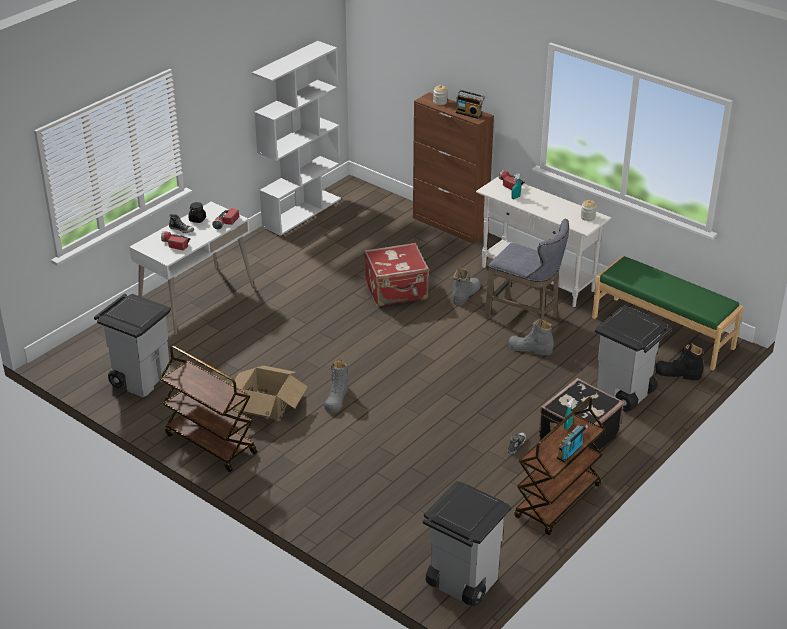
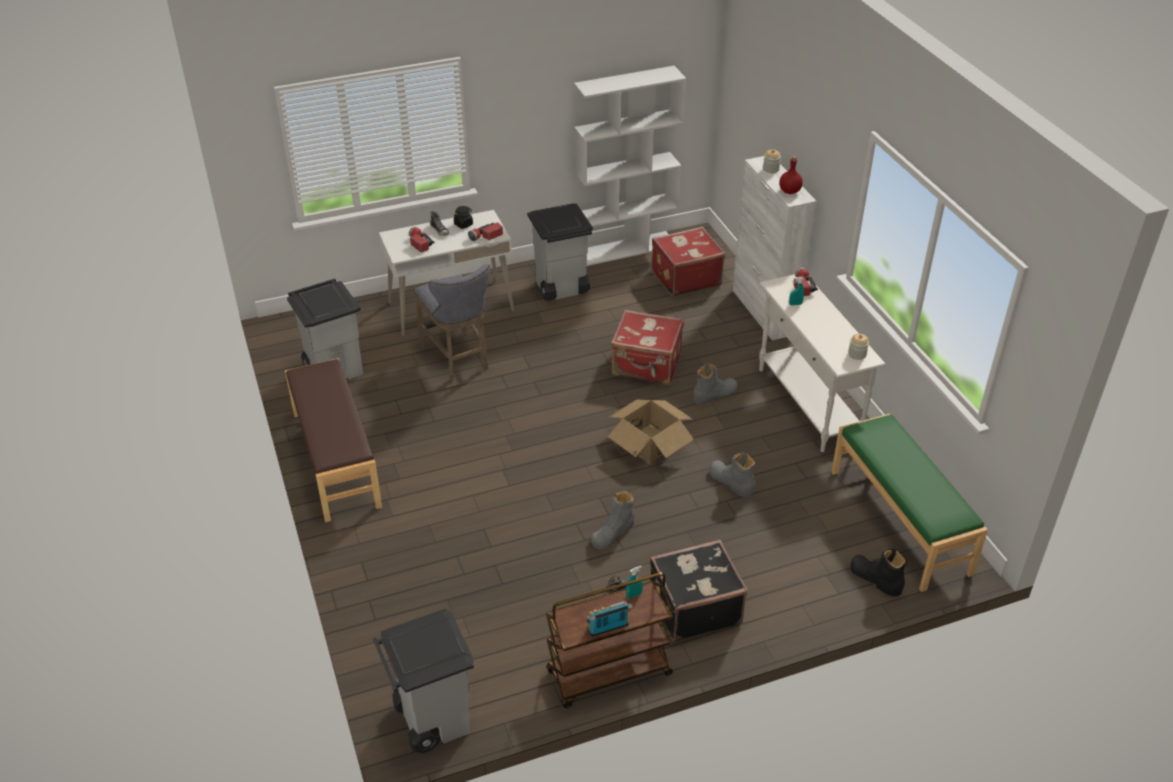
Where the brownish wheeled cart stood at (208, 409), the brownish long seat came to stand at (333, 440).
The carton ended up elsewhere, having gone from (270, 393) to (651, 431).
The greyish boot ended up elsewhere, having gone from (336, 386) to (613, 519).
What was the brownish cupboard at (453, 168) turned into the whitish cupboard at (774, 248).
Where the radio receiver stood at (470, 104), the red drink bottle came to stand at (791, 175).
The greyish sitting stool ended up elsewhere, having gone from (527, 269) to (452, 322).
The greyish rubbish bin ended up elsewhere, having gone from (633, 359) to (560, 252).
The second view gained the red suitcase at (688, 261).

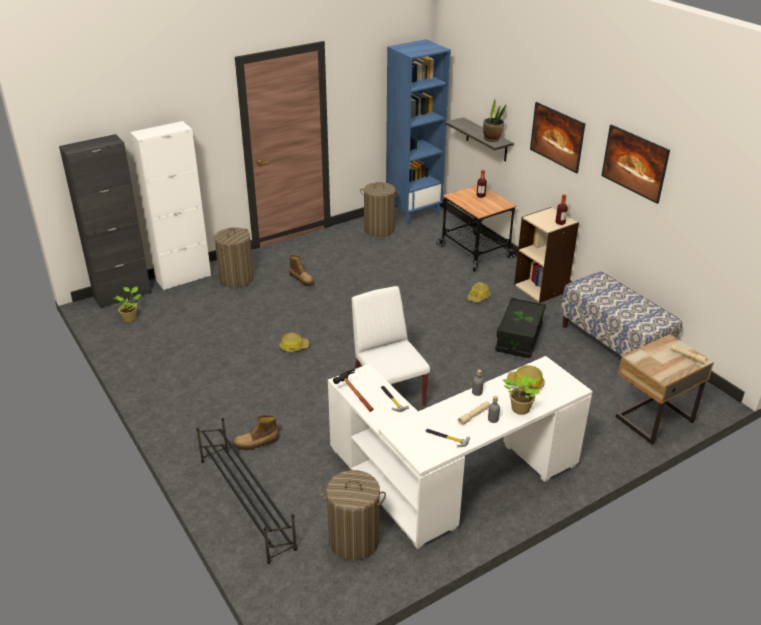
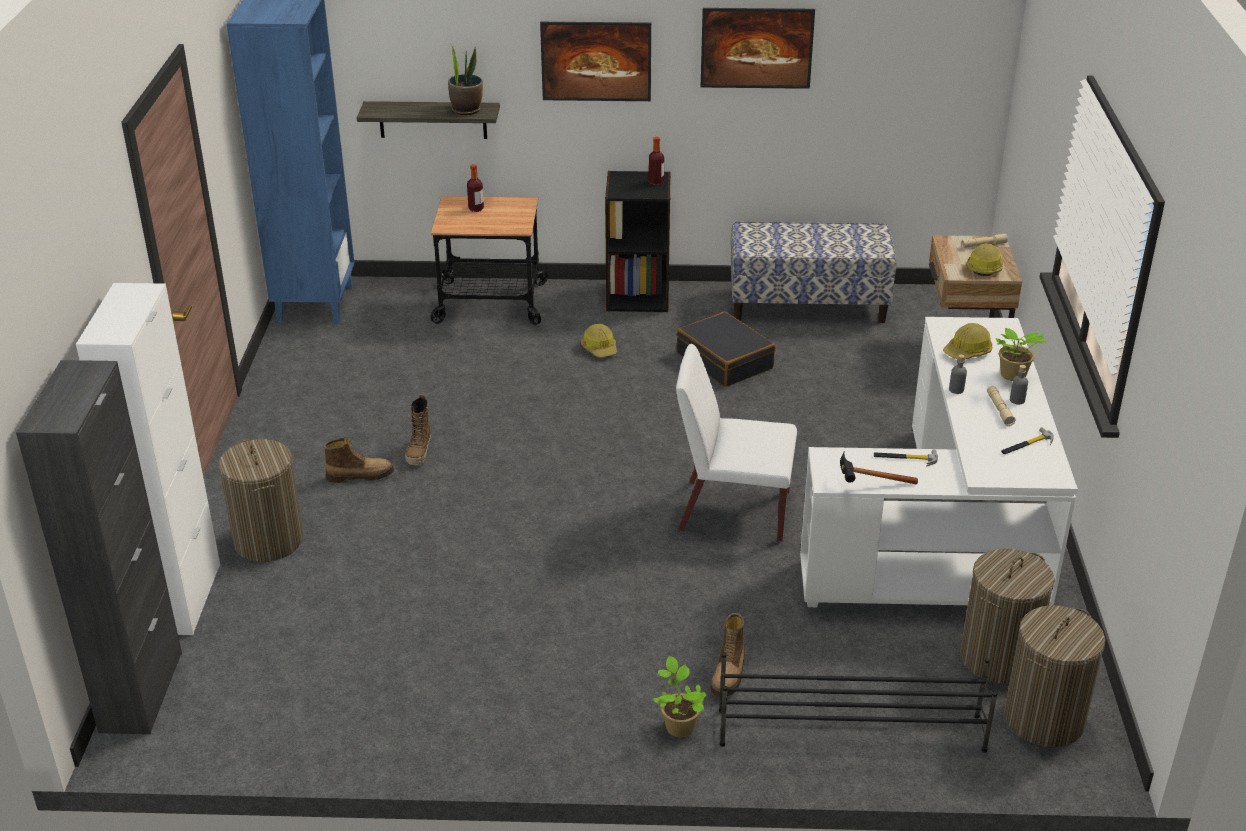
The plant in a pot ended up elsewhere, having gone from (127, 304) to (679, 696).
The safety helmet ended up elsewhere, having gone from (294, 342) to (984, 259).
The laundry basket ended up elsewhere, having gone from (379, 209) to (1054, 676).
Where the black-coloured storage box stood at (520, 327), the black-coloured suitcase came to stand at (726, 349).
What was the beige bookcase at (546, 255) turned into the black-coloured bookcase at (638, 241).
The second view gained the boot at (418, 429).

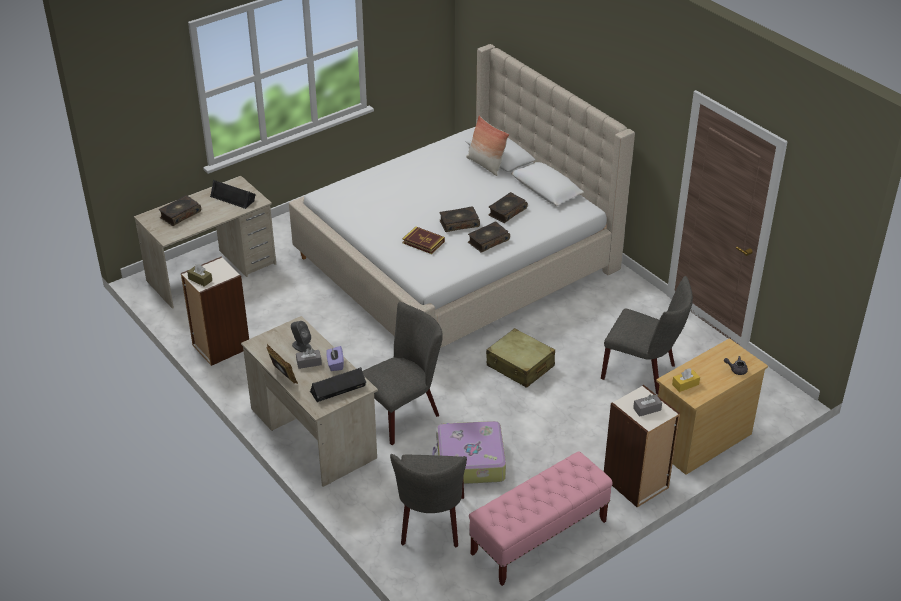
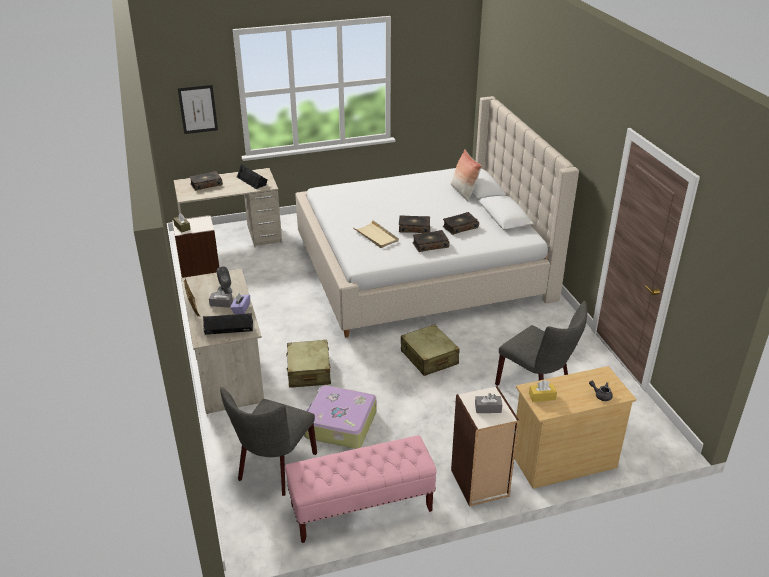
Where the greyish upright chair stood at (402, 373), the beige suitcase came to stand at (308, 364).
Where the bound book stood at (423, 240), the beige serving tray came to stand at (376, 234).
The second view gained the wall picture at (198, 109).

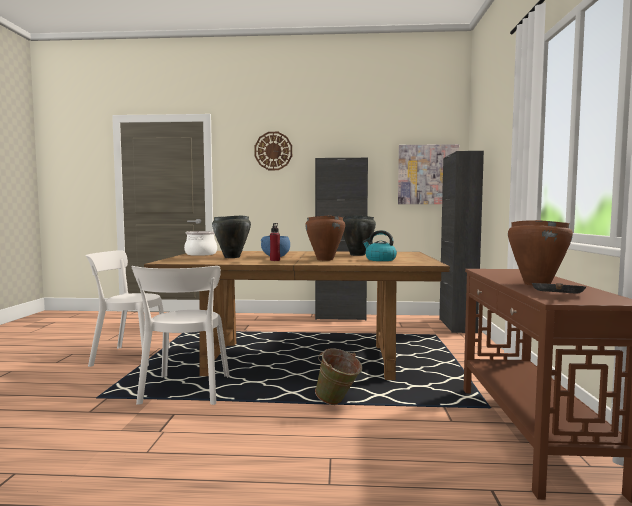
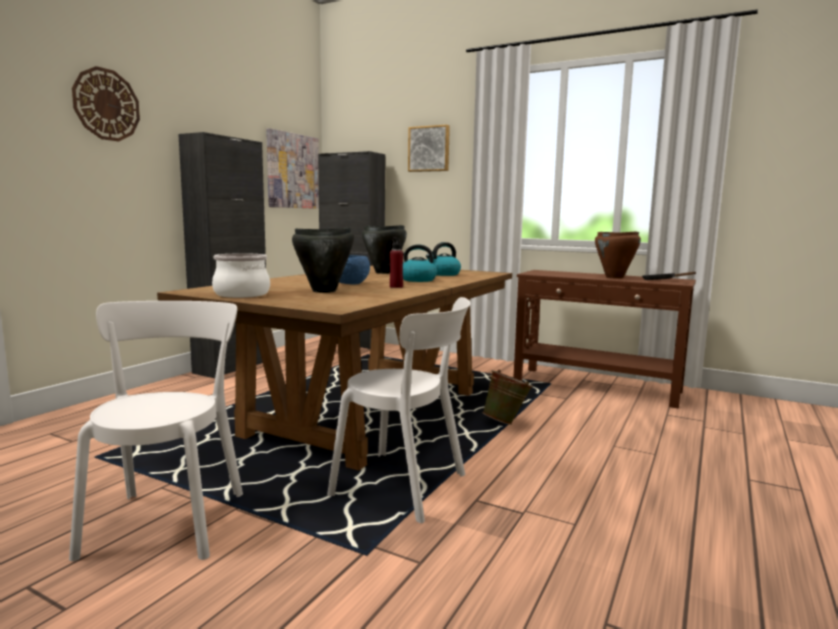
The whitish upright chair at (127, 308) ended up facing another way, 150 degrees clockwise from before.
Where the brownish saucepot stood at (325, 238), the water kettle came to stand at (420, 263).
The second view gained the wall picture at (429, 148).

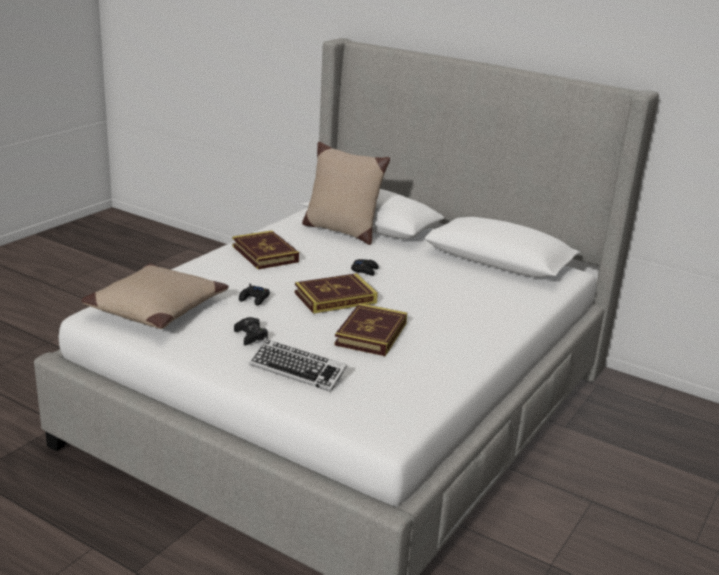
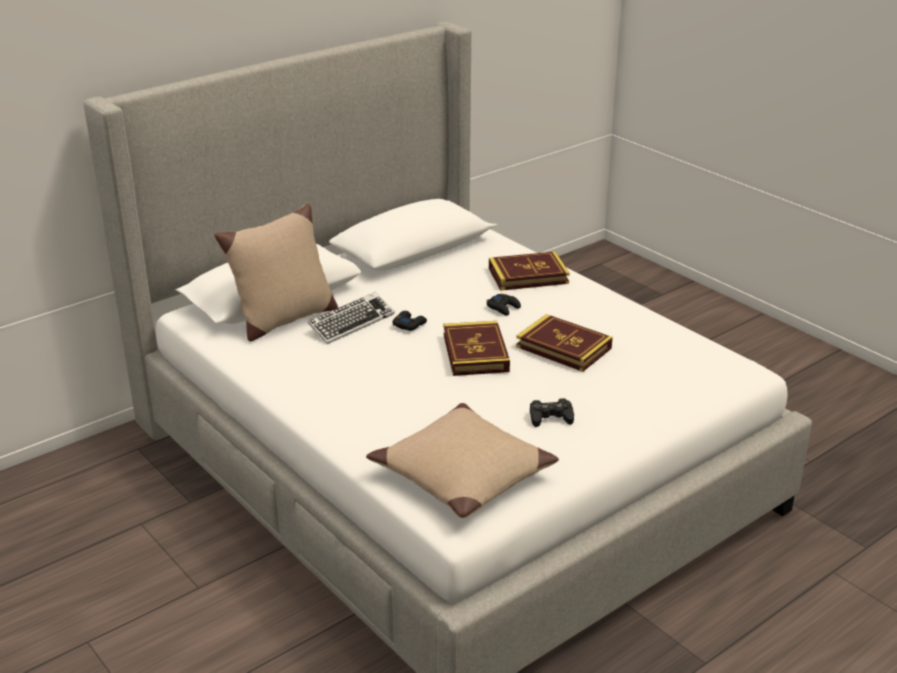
The bound book ended up elsewhere, having gone from (265, 249) to (529, 271).
The black-coloured gamepad ended up elsewhere, having gone from (254, 295) to (503, 305).
The keyboard ended up elsewhere, having gone from (298, 365) to (351, 318).

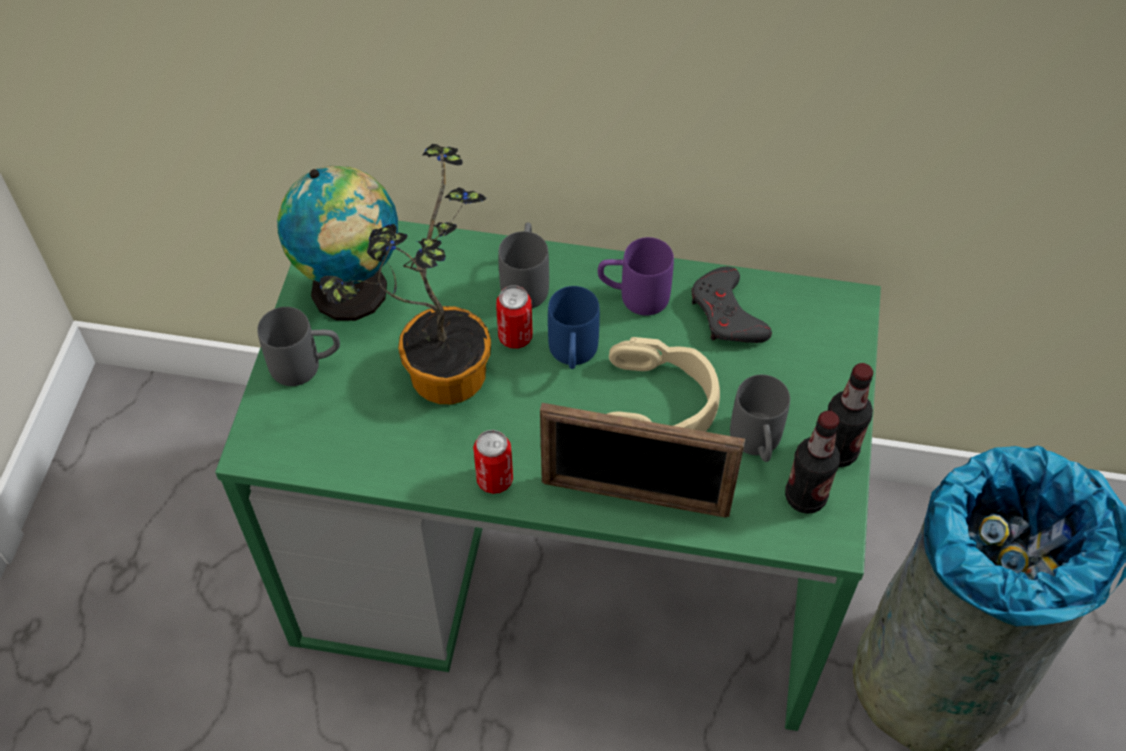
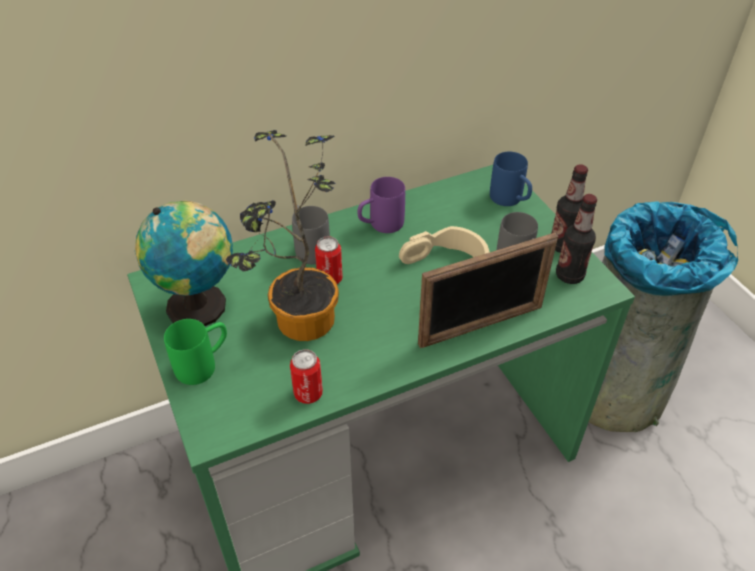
What was the greyish coffee mug at (298, 346) turned into the green-coloured coffee mug at (195, 352).
The can ended up elsewhere, having gone from (493, 462) to (306, 376).
The blue coffee mug ended up elsewhere, having gone from (574, 327) to (511, 179).
The second view lost the greyish gamepad at (732, 305).

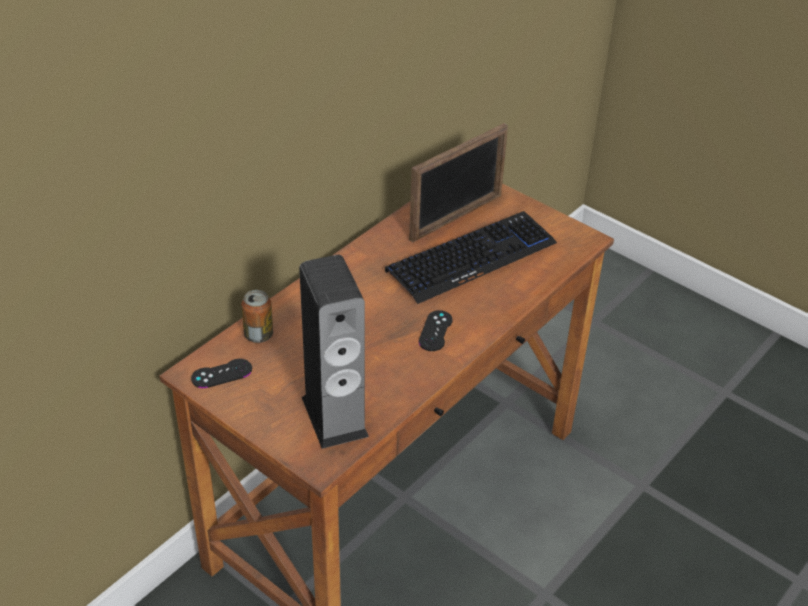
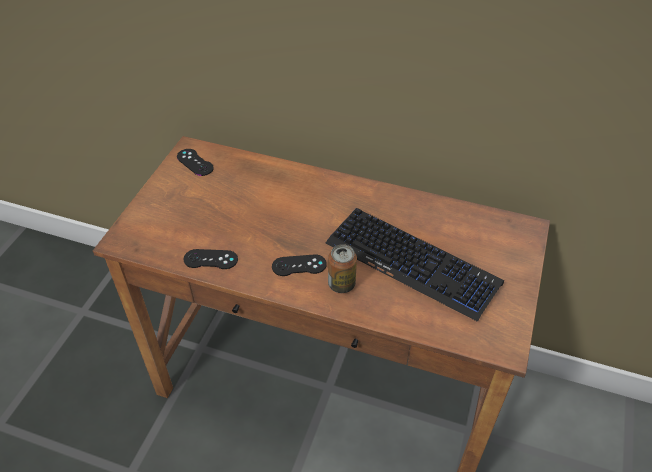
The can ended up elsewhere, having gone from (257, 316) to (342, 268).
The second view lost the loudspeaker at (334, 352).
The second view lost the picture frame at (458, 183).
The second view gained the black-coloured gamepad at (210, 259).

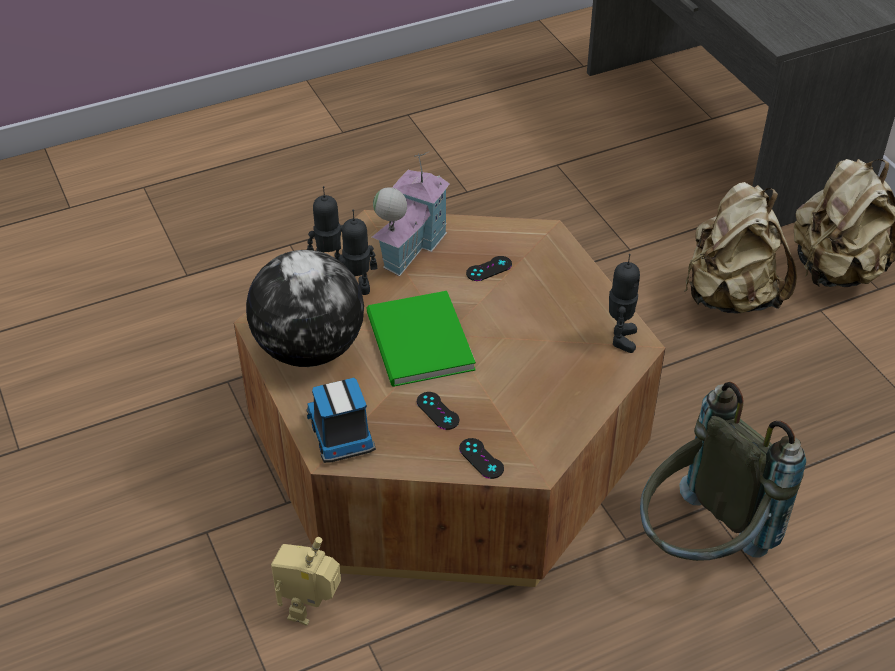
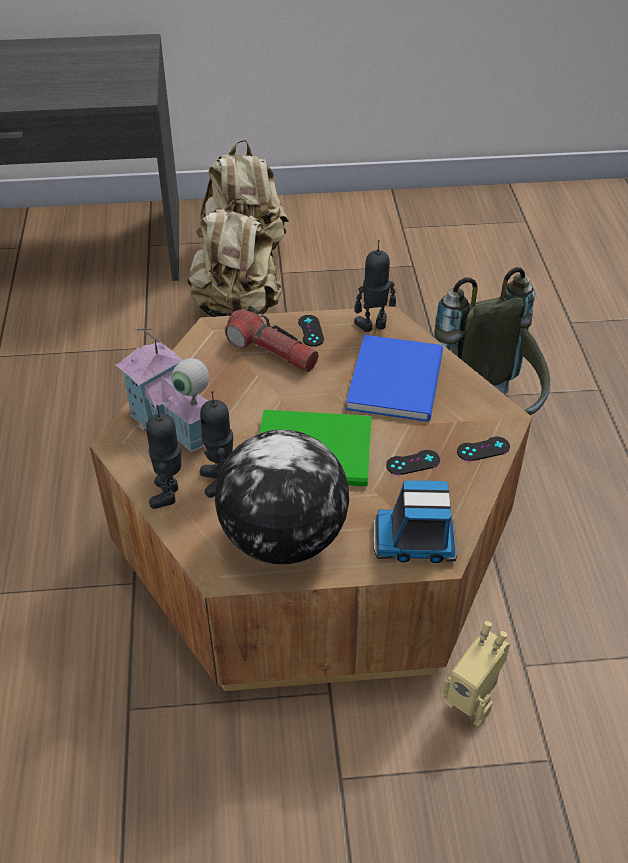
The black-coloured gamepad ended up elsewhere, having gone from (489, 268) to (311, 331).
The model robot at (624, 303) ended up facing another way, 45 degrees counterclockwise from before.
The second view gained the torch at (272, 339).
The second view gained the blue bound book at (394, 378).

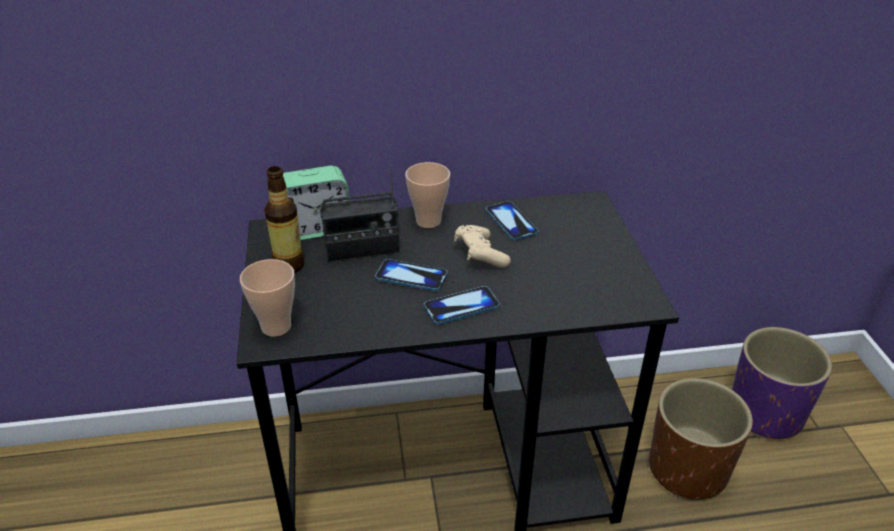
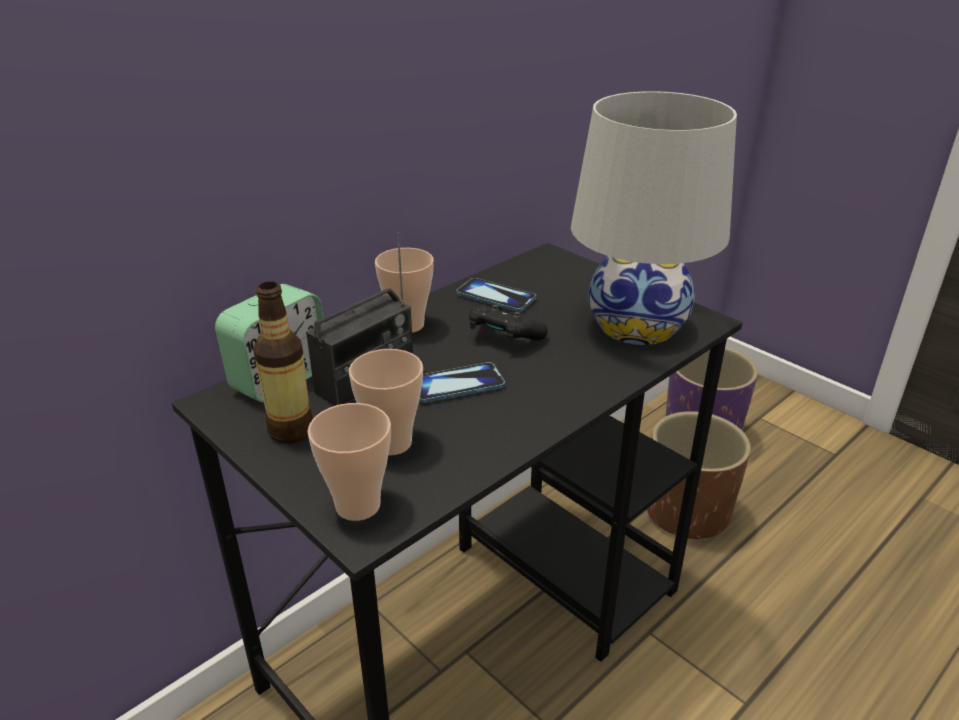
The second view lost the telephone at (462, 305).
What was the beige gamepad at (482, 246) turned into the black-coloured gamepad at (508, 323).
The second view gained the drinking cup at (386, 402).
The second view gained the whitish table lamp at (654, 218).

